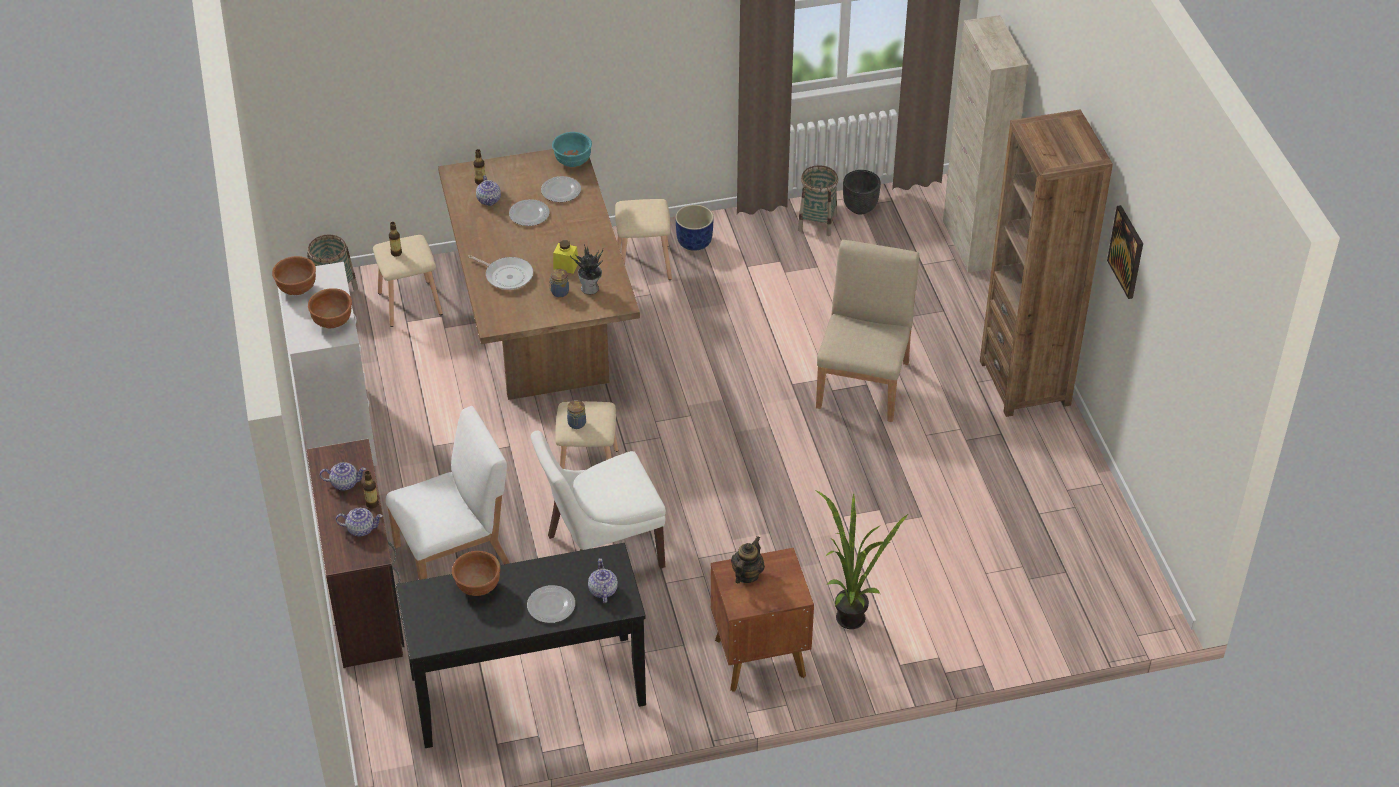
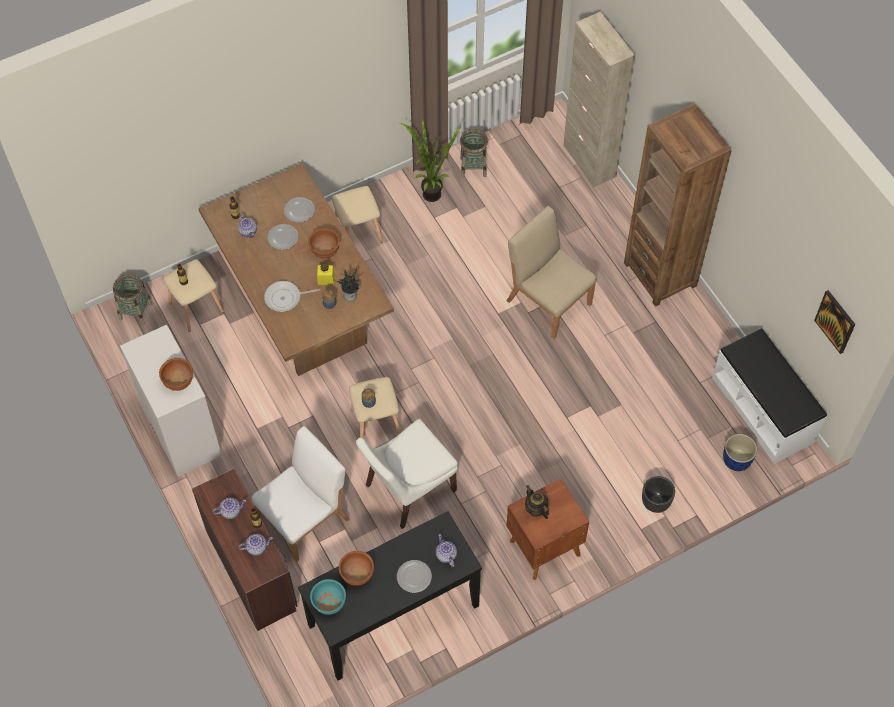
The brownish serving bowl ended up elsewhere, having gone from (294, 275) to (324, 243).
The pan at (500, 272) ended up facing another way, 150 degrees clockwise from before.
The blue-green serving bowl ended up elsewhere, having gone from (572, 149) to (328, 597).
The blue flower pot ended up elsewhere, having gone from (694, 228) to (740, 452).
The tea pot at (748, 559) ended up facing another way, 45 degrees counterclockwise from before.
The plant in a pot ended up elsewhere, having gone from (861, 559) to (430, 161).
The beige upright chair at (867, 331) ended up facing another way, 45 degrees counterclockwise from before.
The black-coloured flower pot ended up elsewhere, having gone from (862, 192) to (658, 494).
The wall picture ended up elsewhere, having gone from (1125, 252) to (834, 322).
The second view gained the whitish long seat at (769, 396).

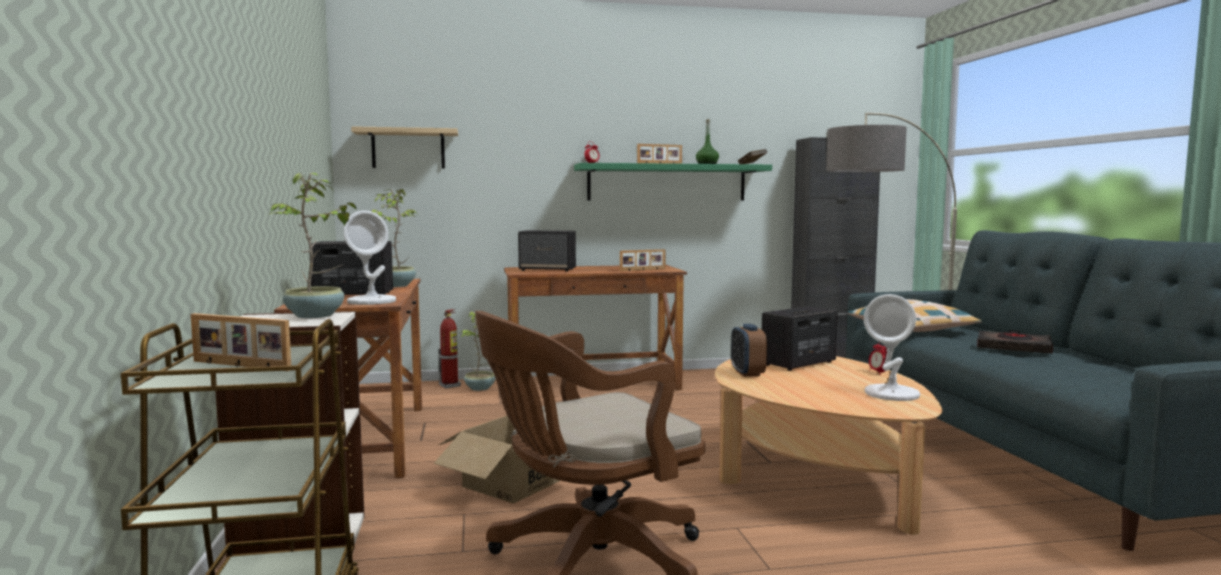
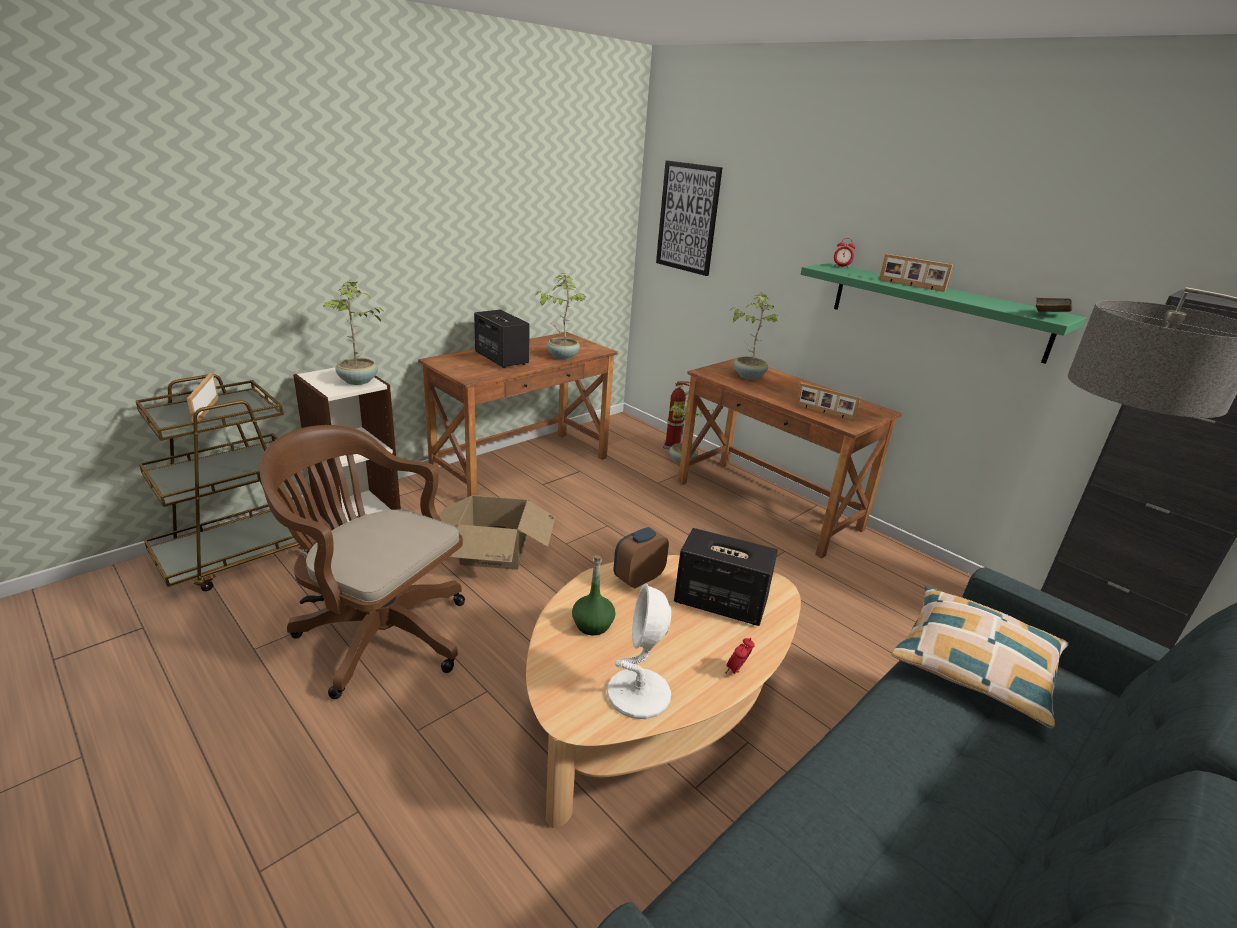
The second view lost the whitish table lamp at (369, 257).
Where the shelf hung at (404, 147), the wall picture came to hang at (689, 218).
Where the loudspeaker stood at (547, 250), the plant in a pot came to stand at (755, 336).
The green-coloured drink bottle ended up elsewhere, having gone from (707, 141) to (594, 595).
The second view lost the black-coloured bound book at (1015, 342).

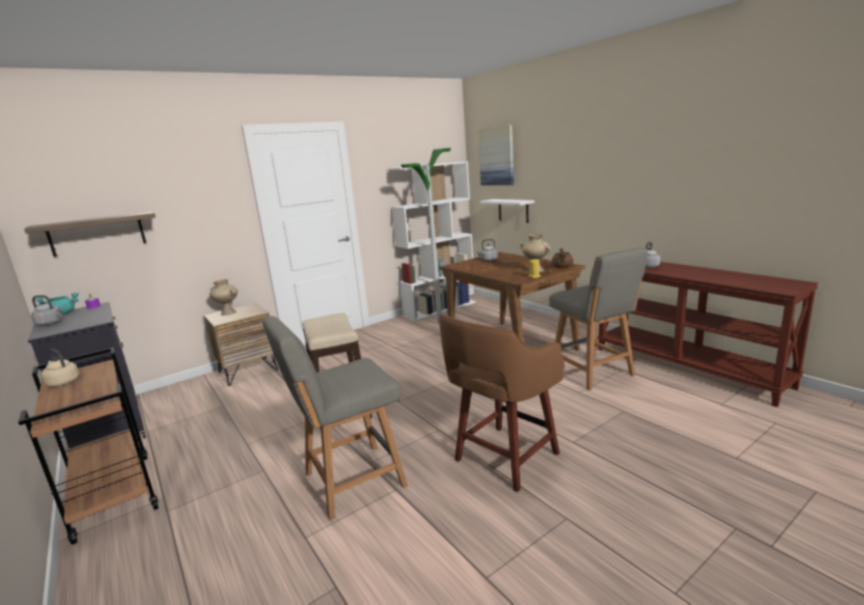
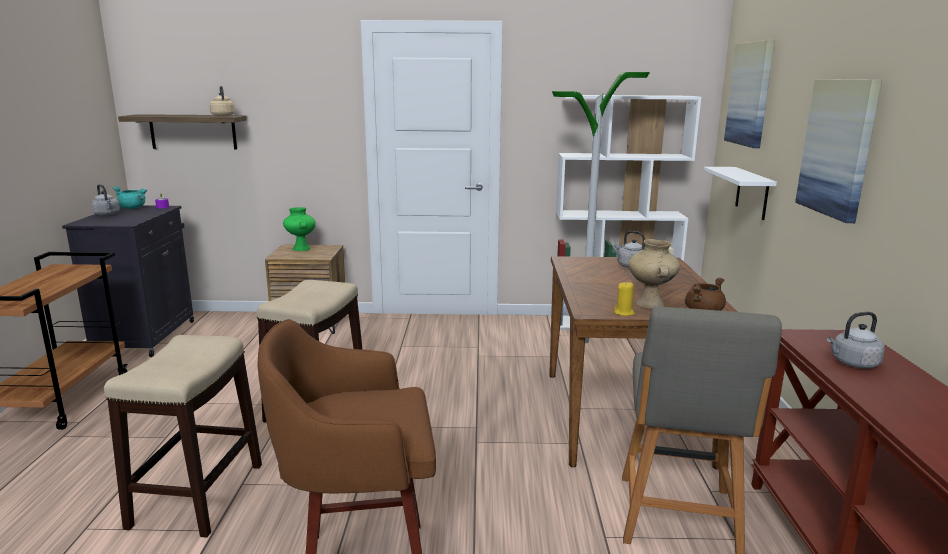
The beige water kettle ended up elsewhere, having gone from (60, 368) to (222, 101).
What was the beige flower vase at (224, 297) turned into the green-coloured flower vase at (299, 229).
Where the greyish upright chair stood at (335, 418), the sitting stool came to stand at (183, 436).
The second view gained the wall picture at (838, 151).

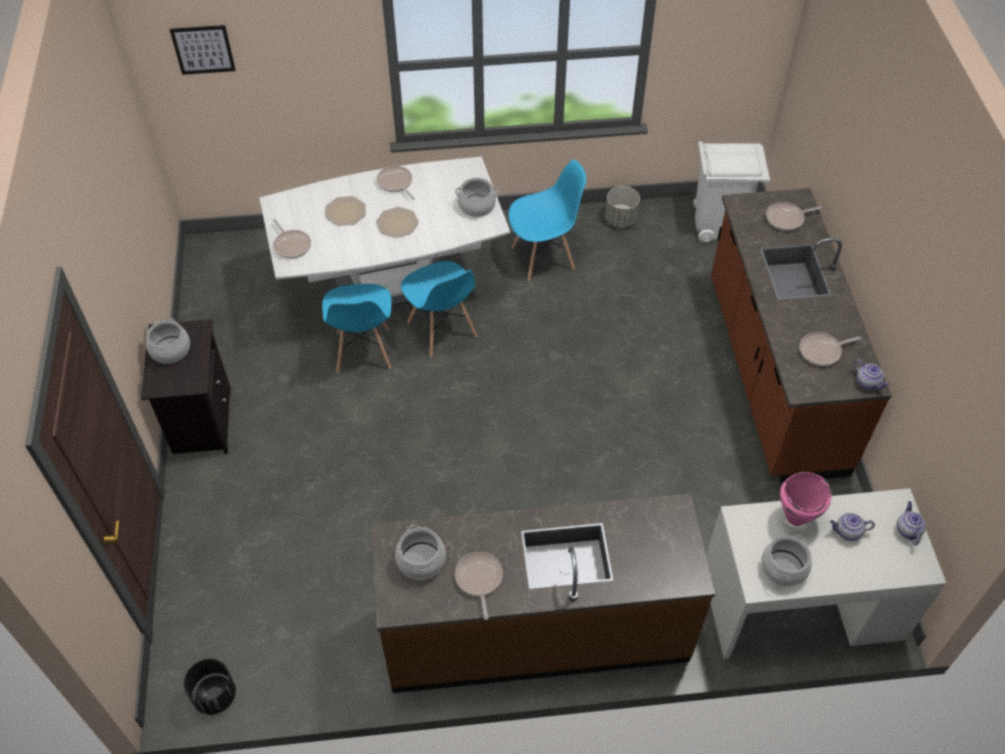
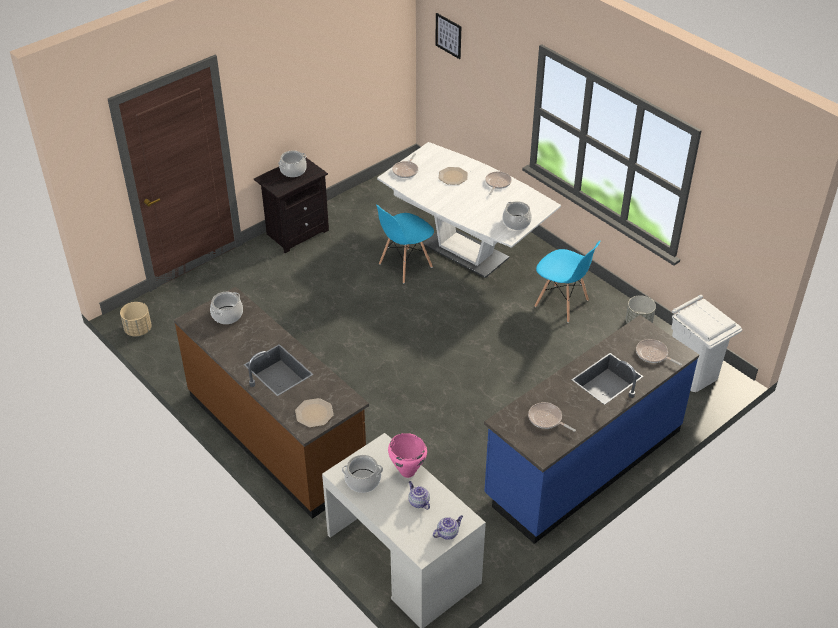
What was the black-coloured flower pot at (210, 687) turned into the beige flower pot at (136, 319).
The plate ended up elsewhere, having gone from (397, 222) to (314, 412).
The second view lost the blue upright chair at (439, 309).
The second view lost the pan at (479, 586).
What was the brownish kitchen counter at (801, 335) turned into the blue kitchen counter at (591, 429).
The second view lost the tea pot at (872, 375).

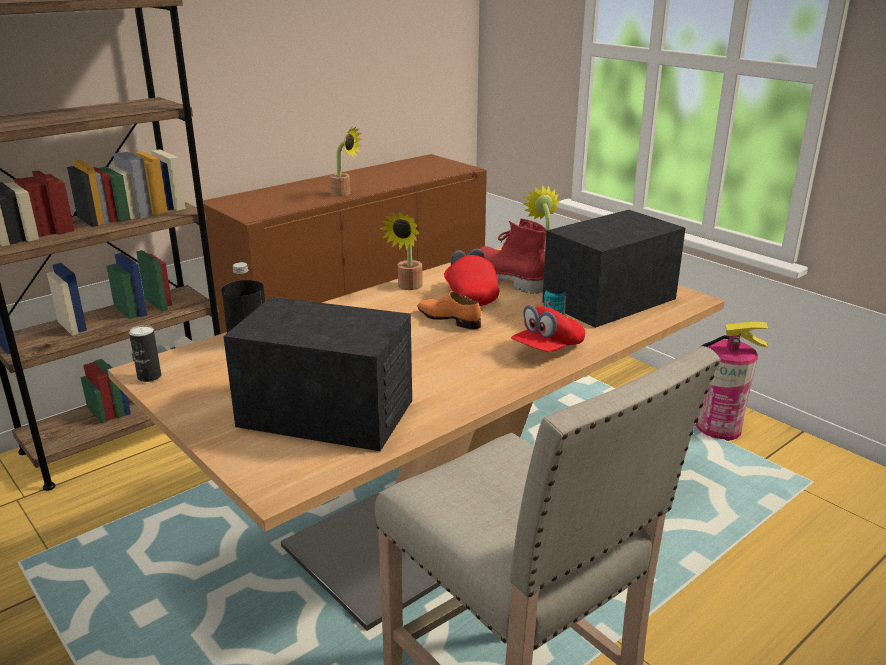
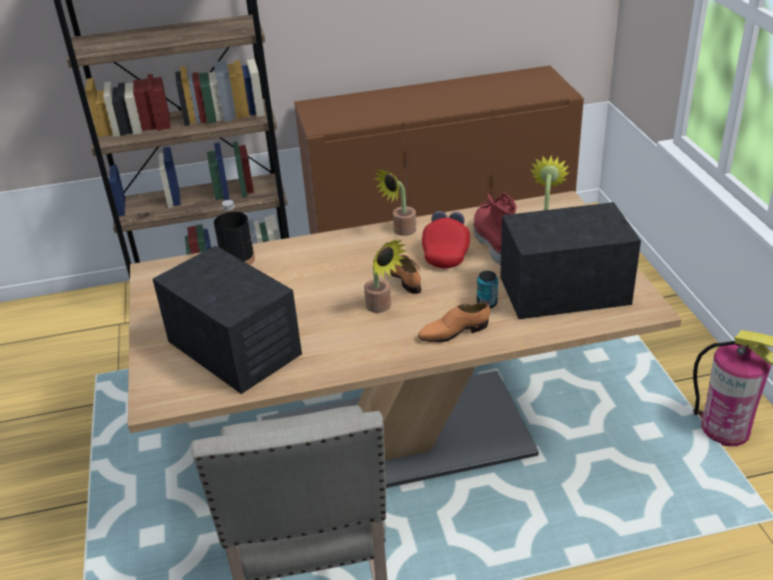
The second view lost the can at (145, 353).
The plant in a pot ended up elsewhere, having gone from (345, 161) to (385, 276).
Where the red cap stood at (548, 328), the orange-coloured shoe came to stand at (454, 322).

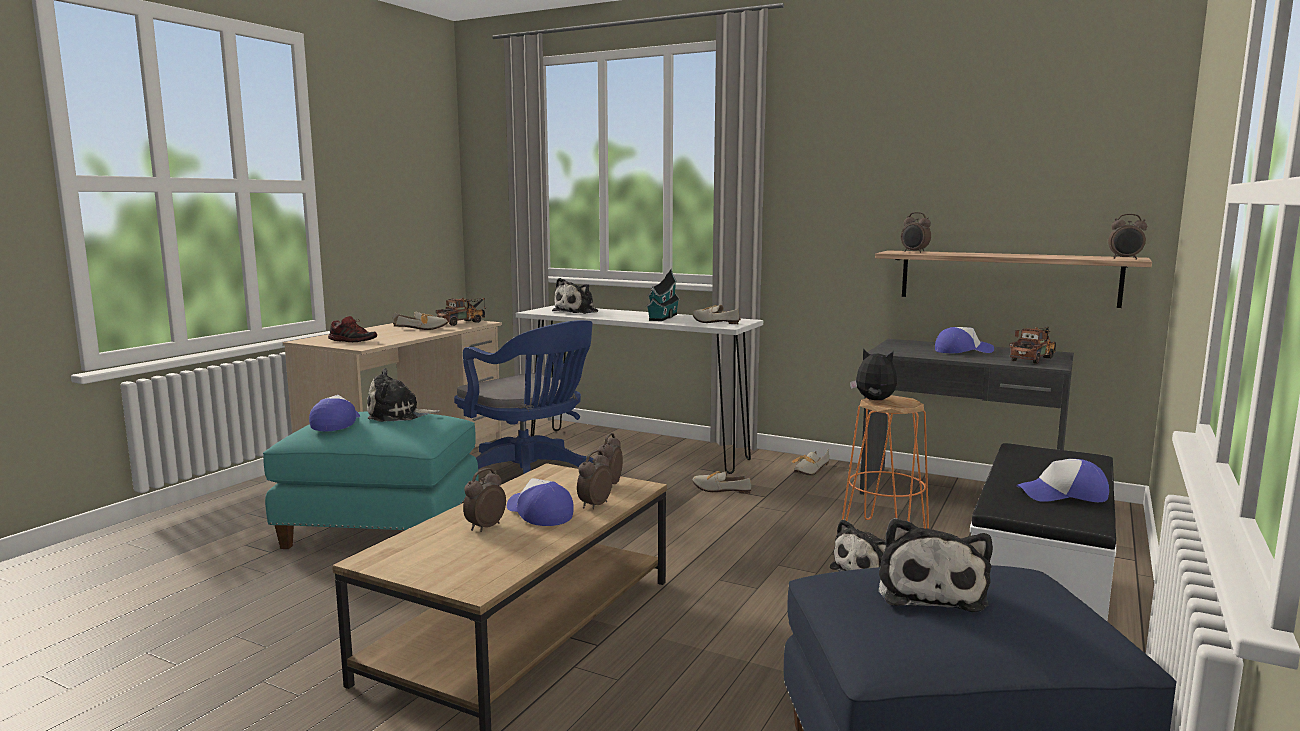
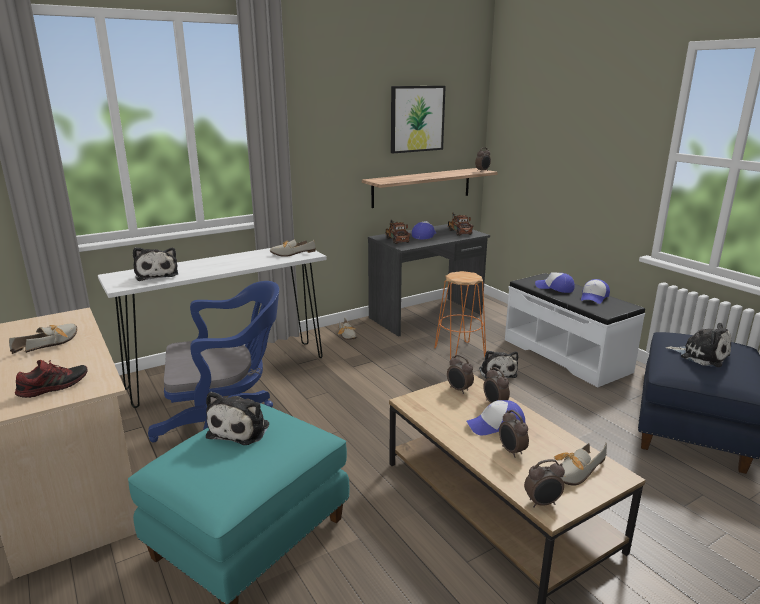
The cap ended up elsewhere, having gone from (334, 413) to (555, 282).
The toy truck ended up elsewhere, having gone from (461, 312) to (398, 231).
The second view lost the toy house at (663, 295).
The shoe ended up elsewhere, having gone from (721, 482) to (580, 464).
The second view lost the plush toy at (873, 374).
The table clock ended up elsewhere, having gone from (916, 232) to (544, 483).
The second view gained the wall picture at (418, 119).

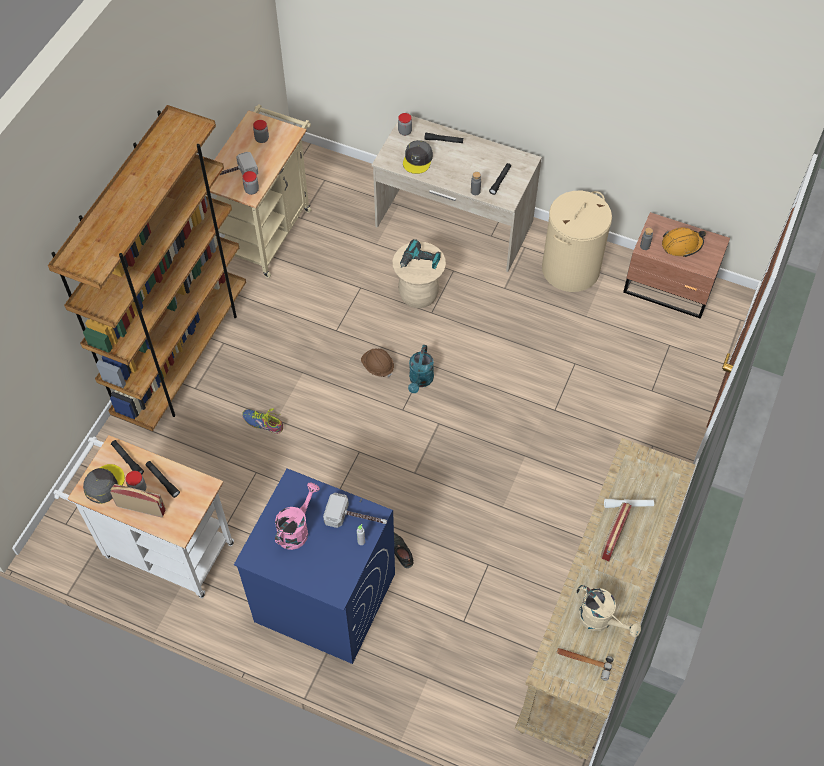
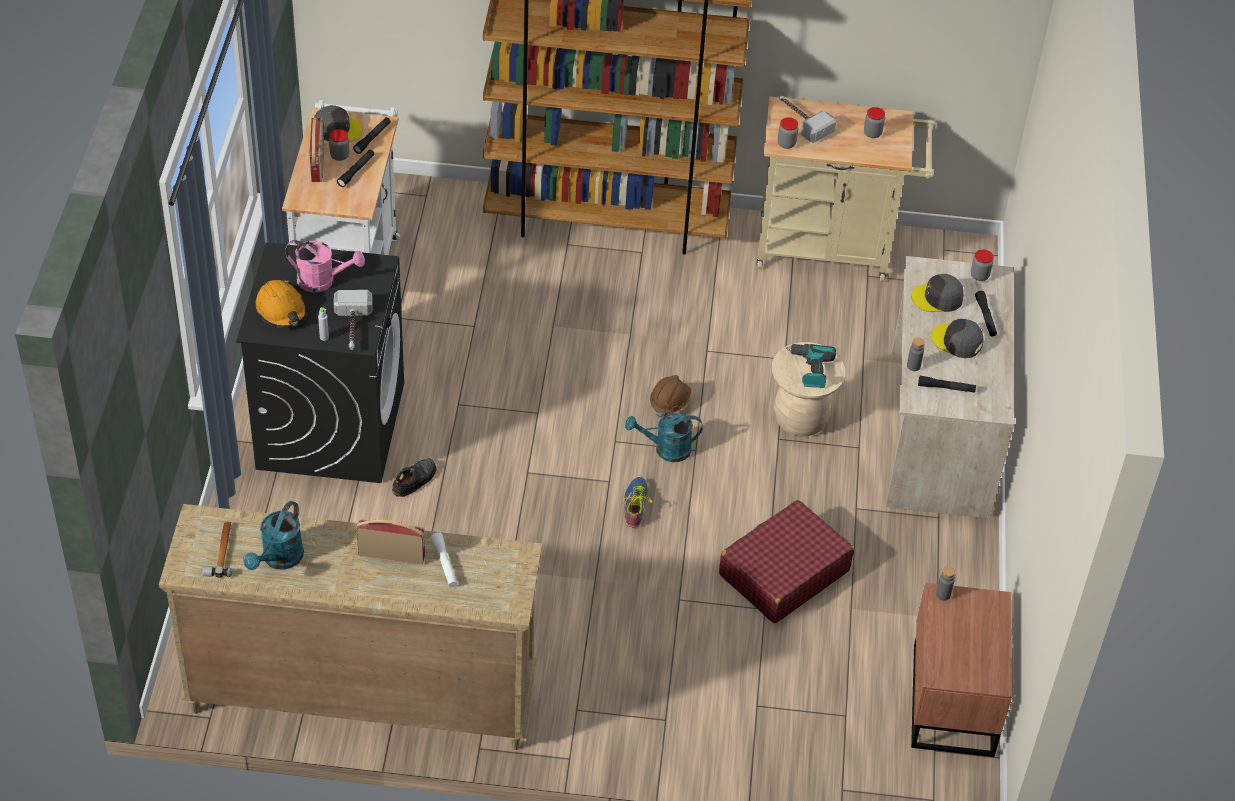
What was the blue laundry machine at (314, 566) turned into the black-coloured laundry machine at (320, 362).
The shoe ended up elsewhere, having gone from (262, 421) to (637, 502).
The second view lost the beige laundry basket at (577, 241).
What was the beige sprinkling can at (608, 611) turned into the blue-green sprinkling can at (273, 535).
The orange-coloured safety helmet ended up elsewhere, having gone from (684, 242) to (281, 303).
The second view gained the red suitcase at (786, 561).
The second view gained the greyish cap at (957, 338).

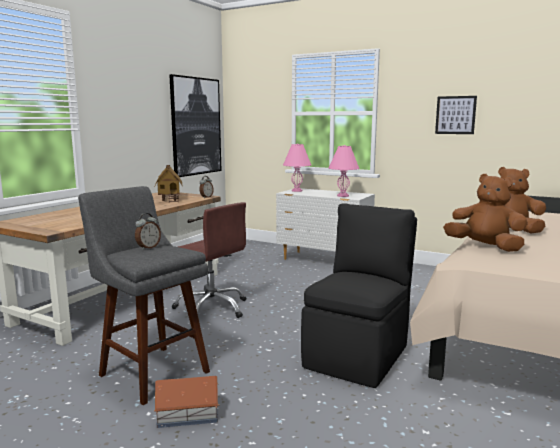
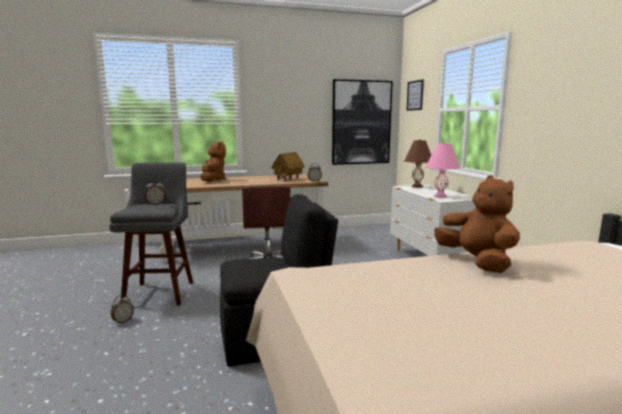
Where the toy house stood at (186, 402), the table clock came to stand at (122, 309).
What was the pink-coloured table lamp at (297, 167) turned into the brownish table lamp at (417, 164).
The wall picture ended up elsewhere, having gone from (456, 115) to (415, 95).
The brownish plush toy ended up elsewhere, having gone from (485, 213) to (213, 161).

